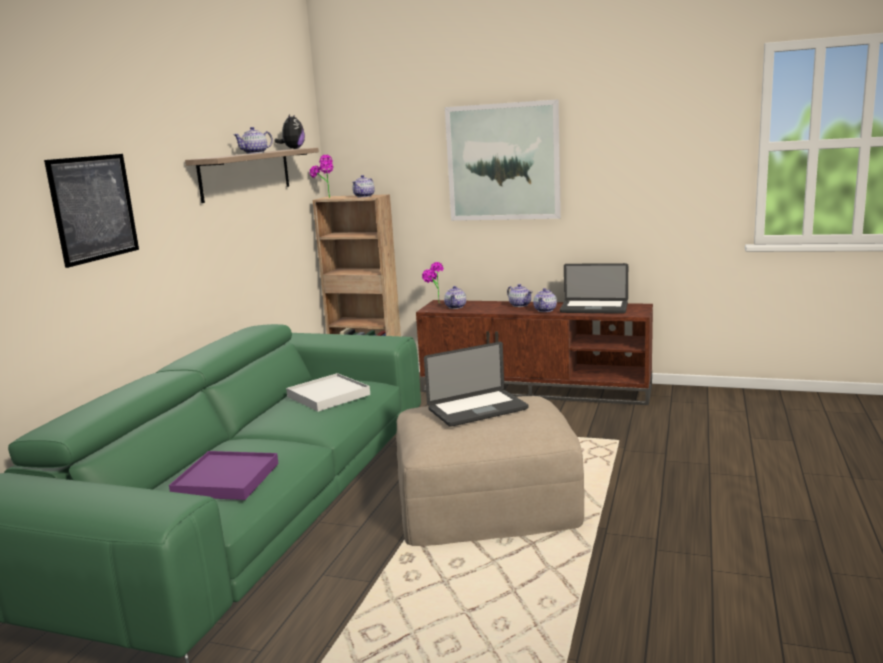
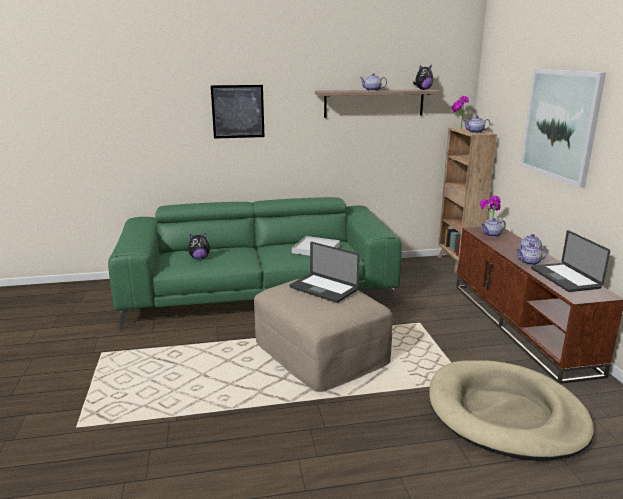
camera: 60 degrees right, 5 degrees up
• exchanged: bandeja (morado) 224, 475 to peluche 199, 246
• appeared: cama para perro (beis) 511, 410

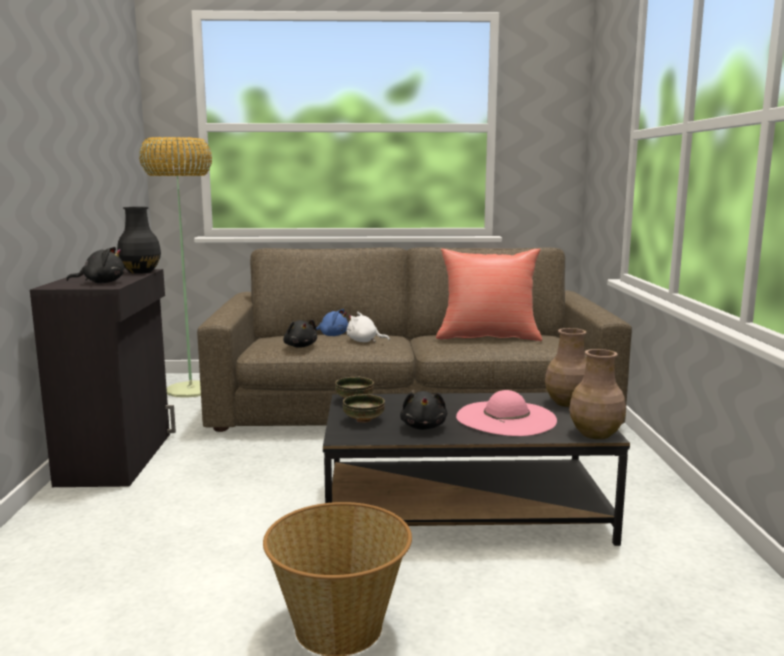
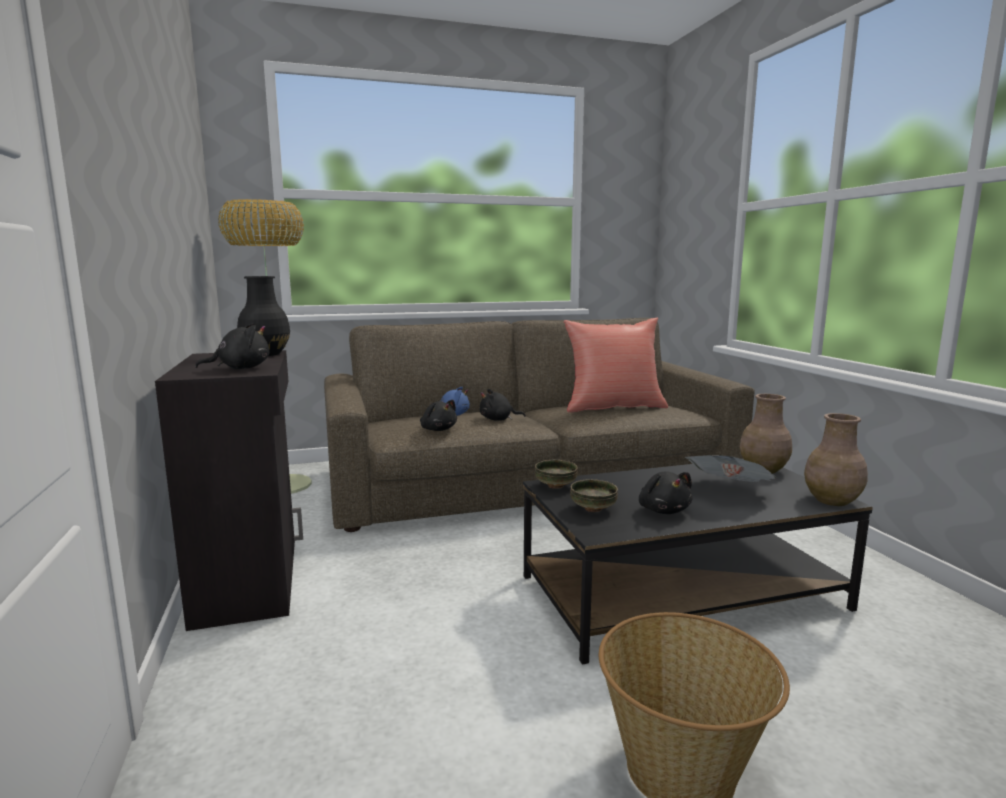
camera: 15 degrees left, 0 degrees up
• colour: peluche (blanco) 368, 327 to peluche (negro) 502, 405
• exchanged: sombrero (rosa) 506, 413 to periódico 731, 468

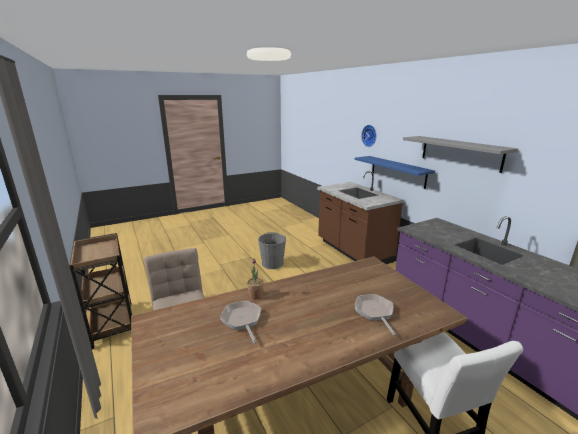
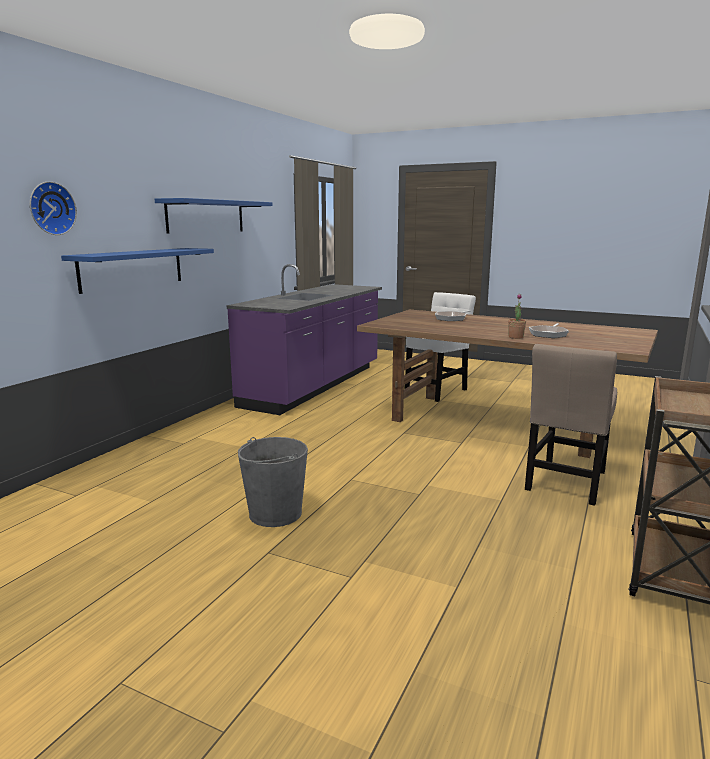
camera: 125 degrees left, 5 degrees down
• colour: estante (gris) 460, 154 to estante (azul) 213, 215
• missing: mueble bajo de cocina (marrón) 360, 217

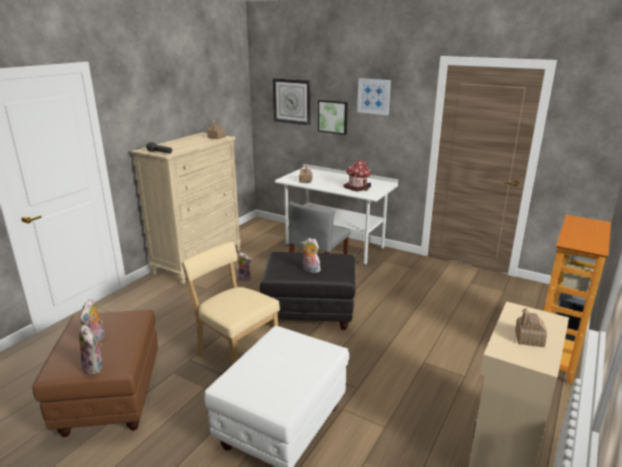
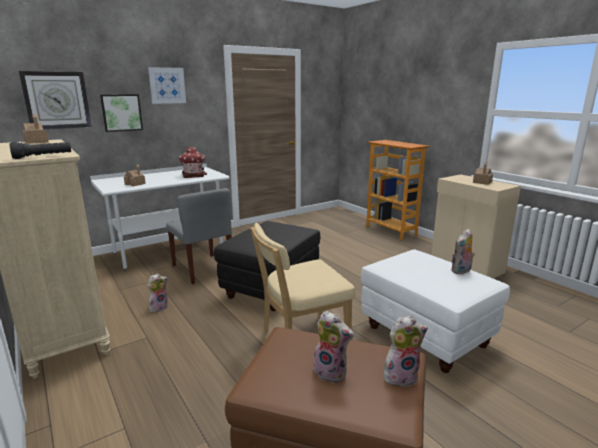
camera: 65 degrees left, 5 degrees down
• relocated: peluche 311, 255 to 463, 251

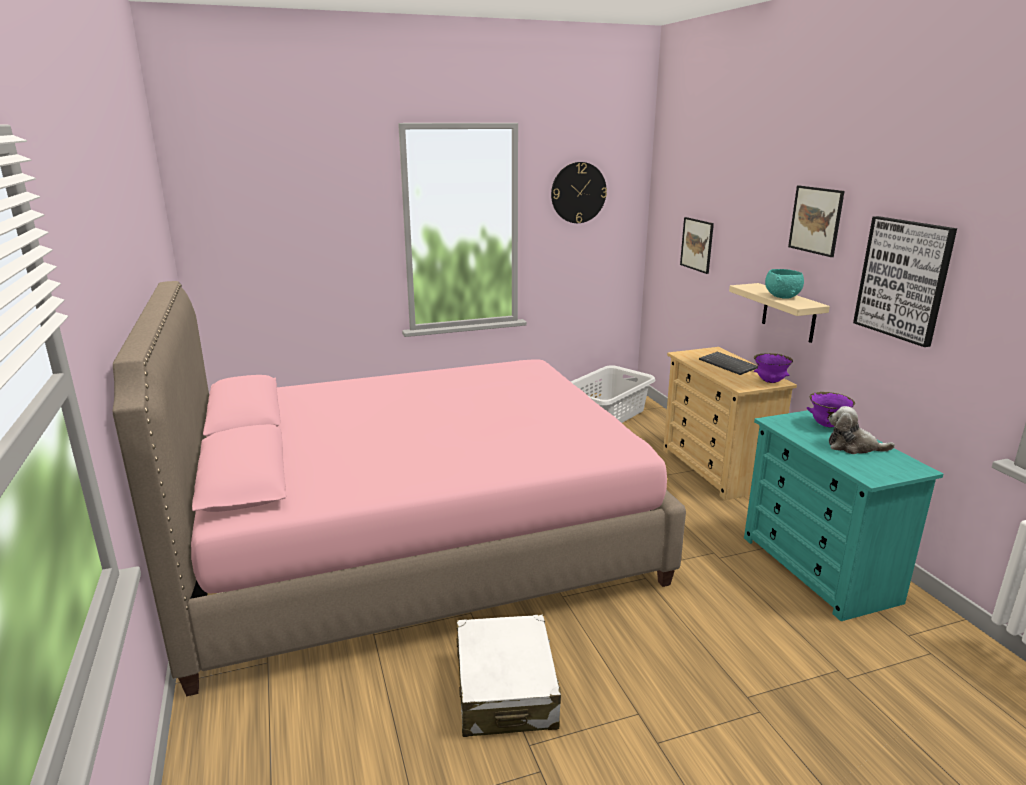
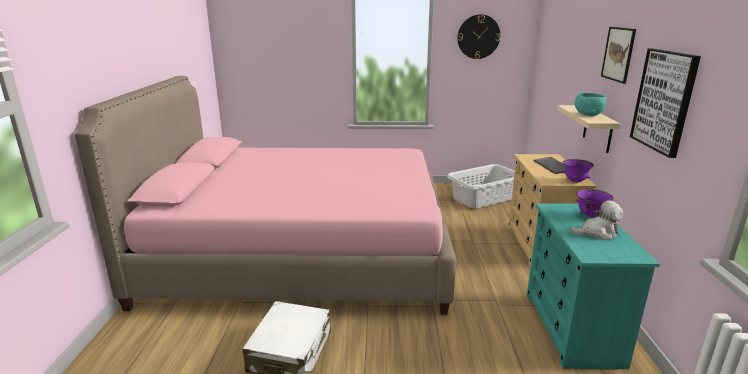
camera: 20 degrees right, 0 degrees up
• spun: peluche 862, 430 = 597, 220 135 degrees clockwise
• missing: cuadro 697, 245

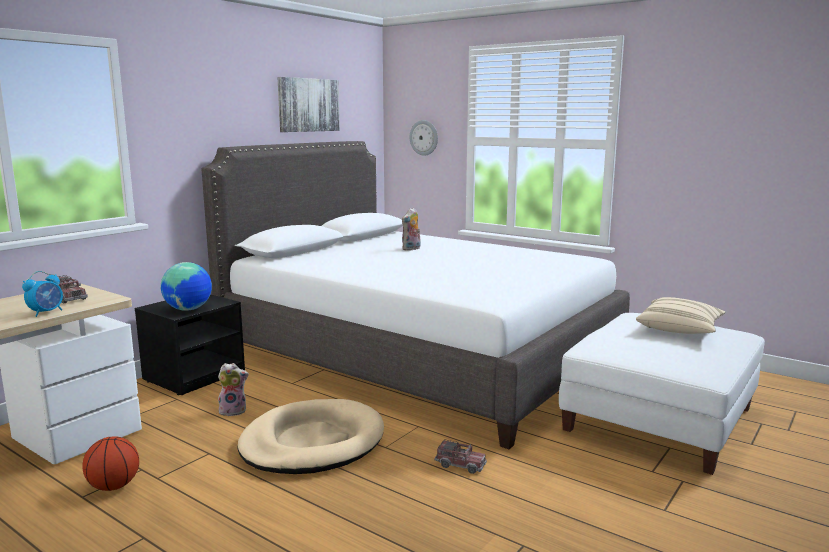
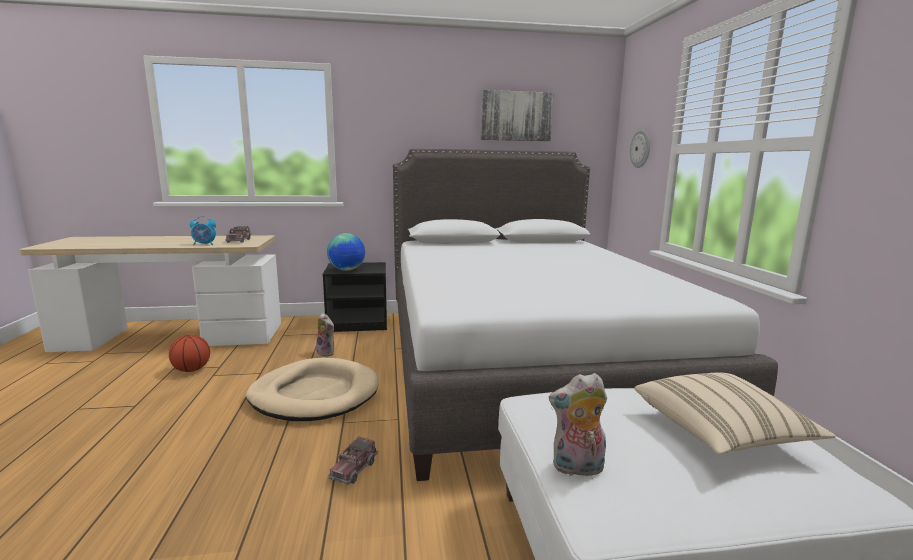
camera: 45 degrees right, 0 degrees up
• spun: camión de juguete 460, 456 = 353, 460 45 degrees clockwise
• relocated: peluche 411, 229 to 578, 424

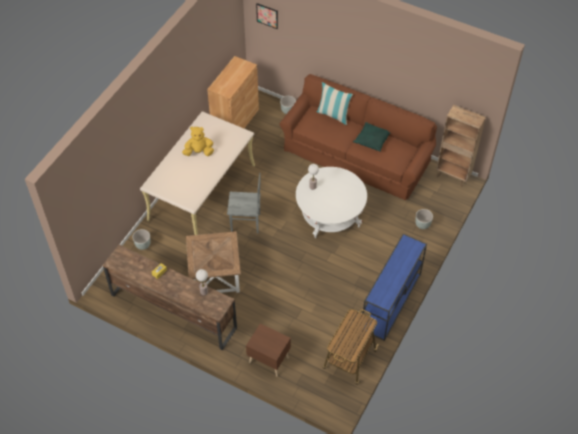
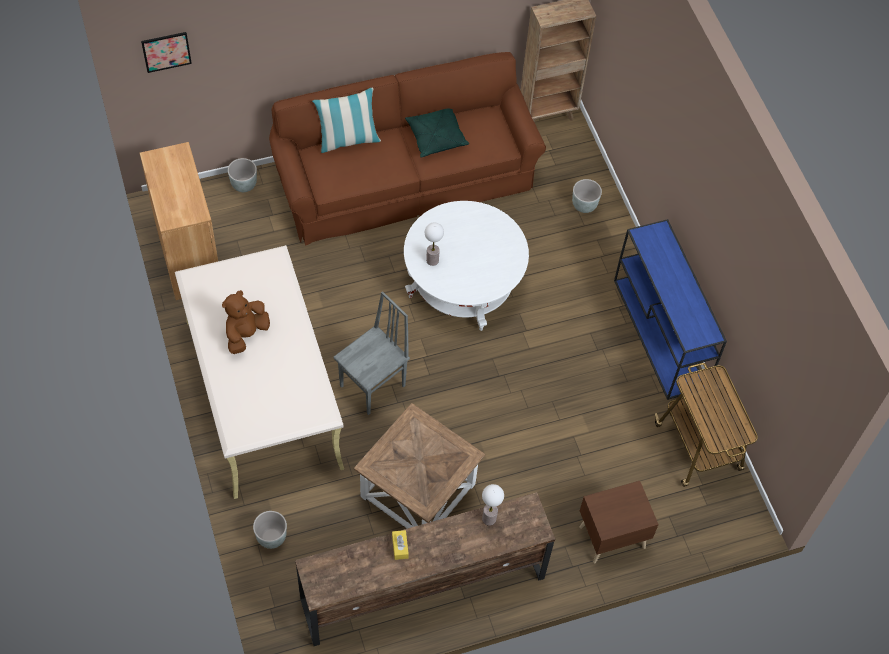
camera: 50 degrees left, 5 degrees up
• colour: peluche (amarillo) 198, 141 to peluche (marrón) 246, 322

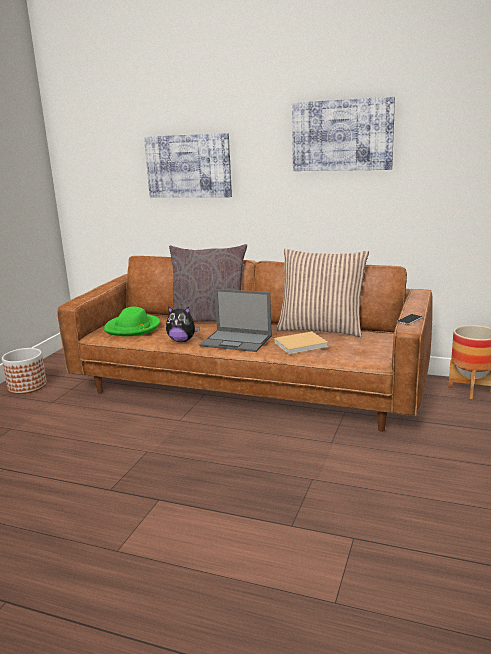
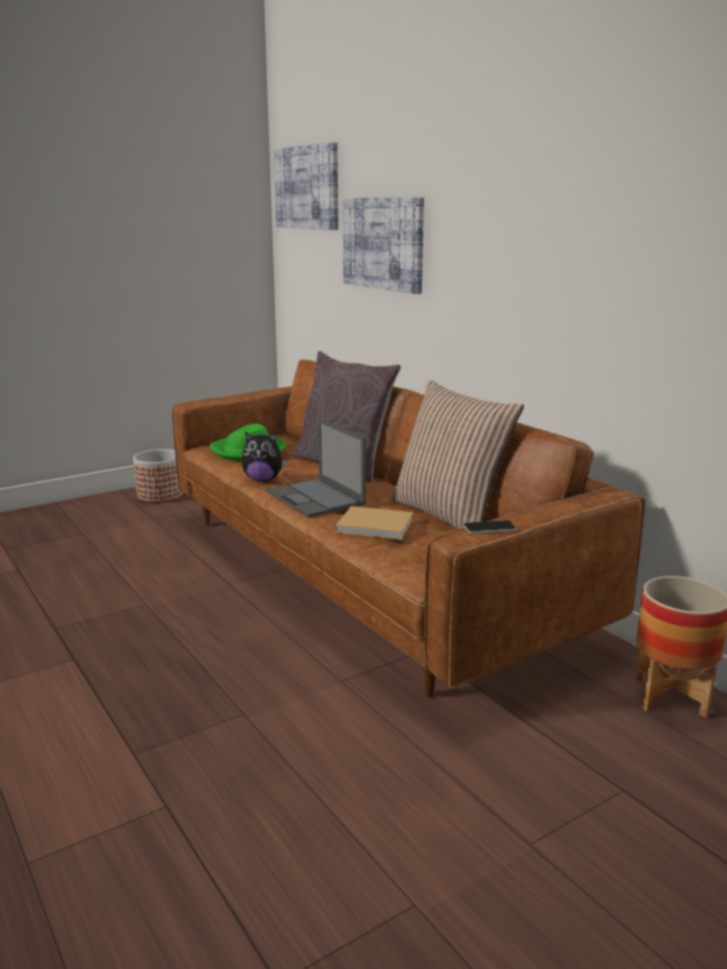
camera: 35 degrees right, 0 degrees up
• spun: peluche 183, 324 = 264, 457 45 degrees counterclockwise
• relocated: cuadro 343, 134 to 306, 186

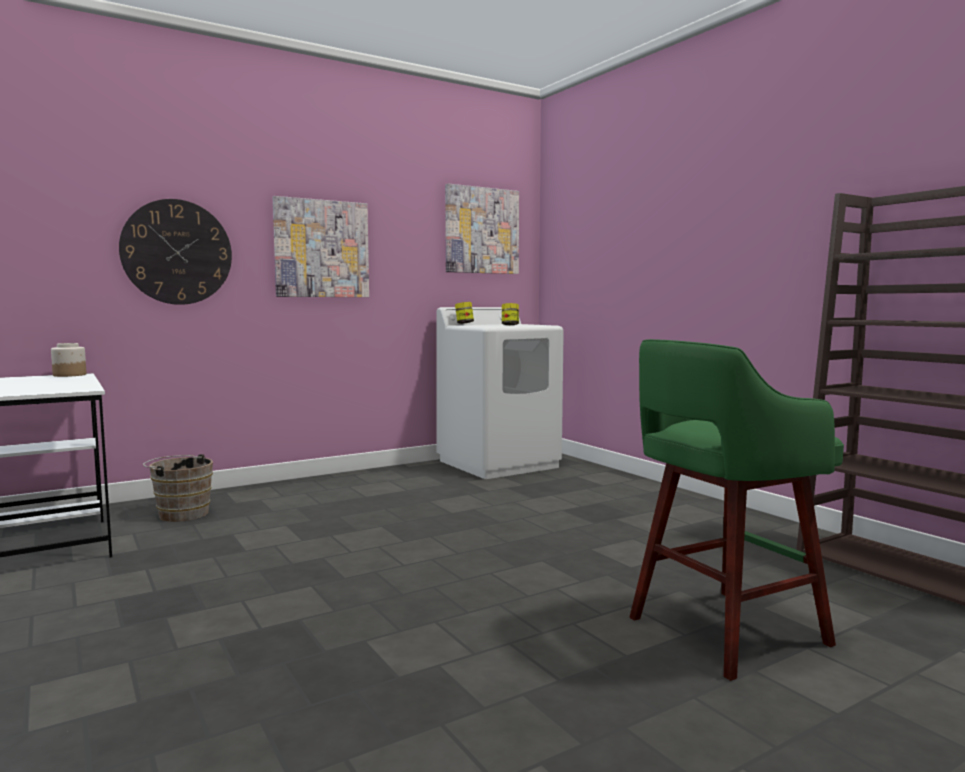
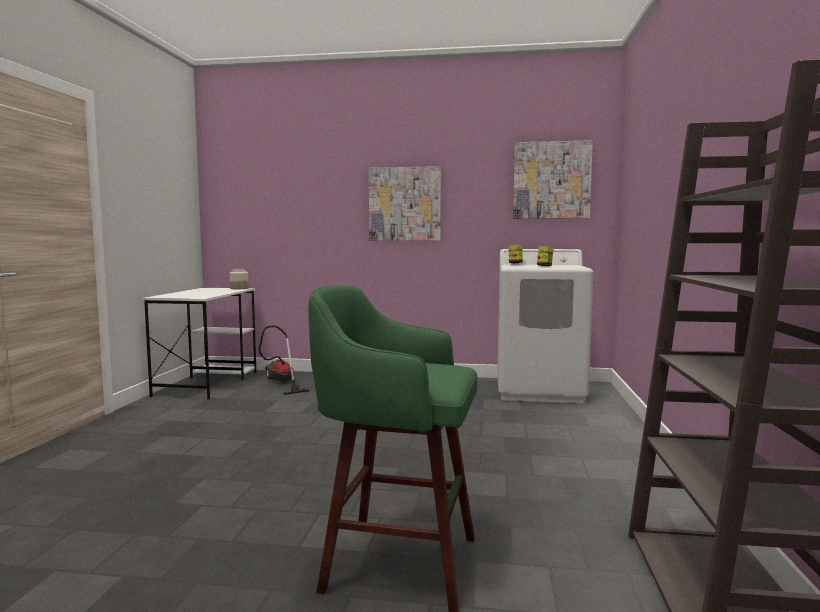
camera: 40 degrees right, 0 degrees up
• exchanged: cubo (marrón) 178, 488 to aspiradora 284, 360
• missing: reloj de pared 175, 252

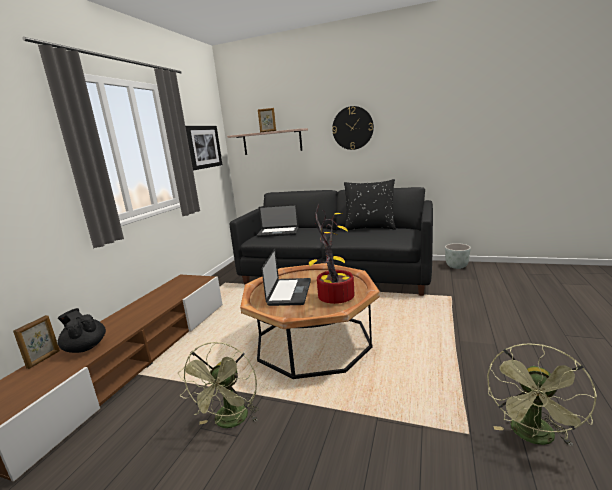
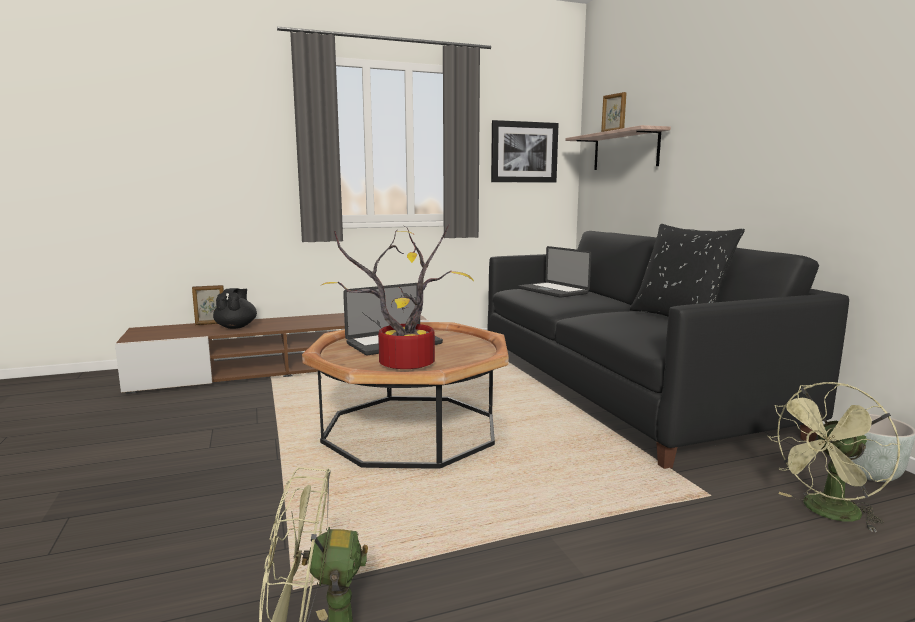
camera: 50 degrees right, 5 degrees down
• relocated: ventilador (verde) 218, 385 to 834, 457
• missing: reloj de pared 353, 128

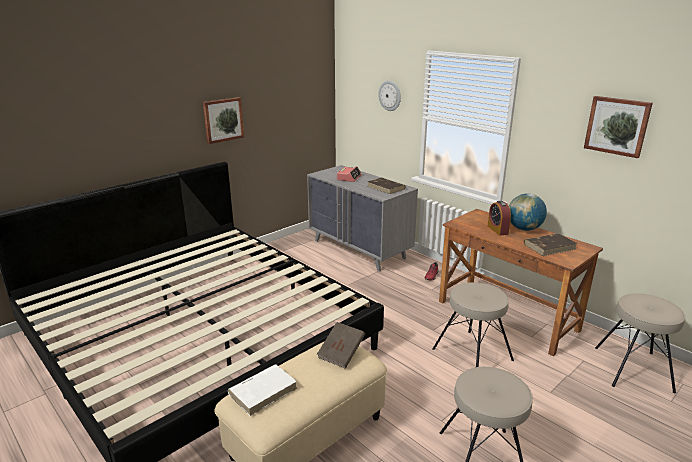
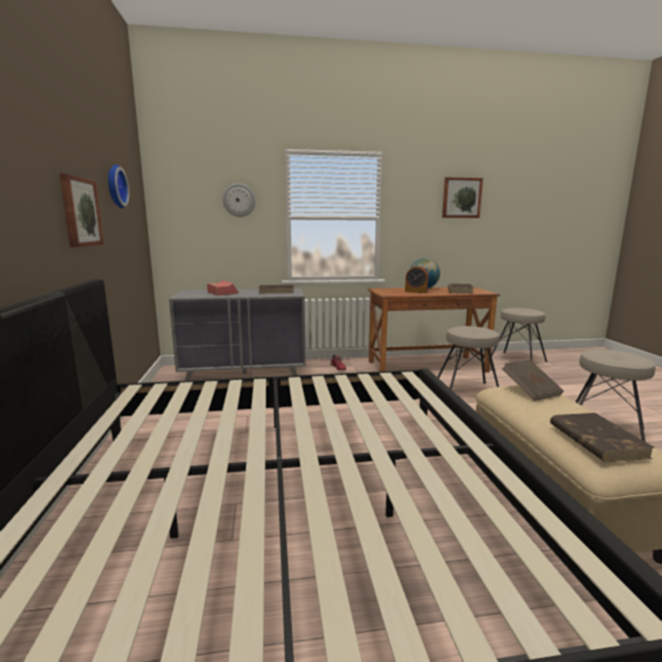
camera: 55 degrees left, 10 degrees down
• appeared: reloj de pared 118, 186
• colour: libro (blanco) 262, 390 to libro (marrón) 602, 437

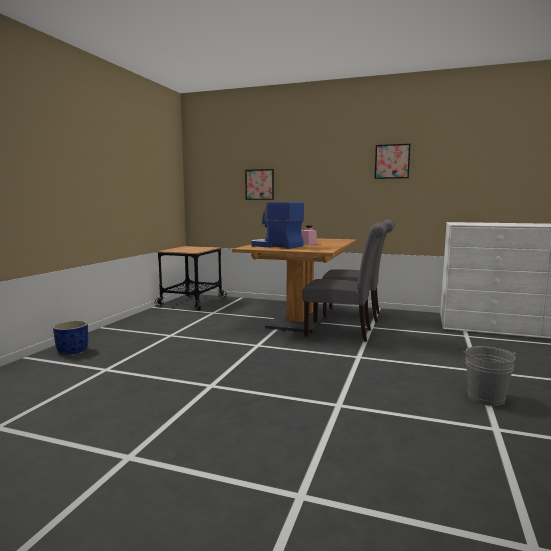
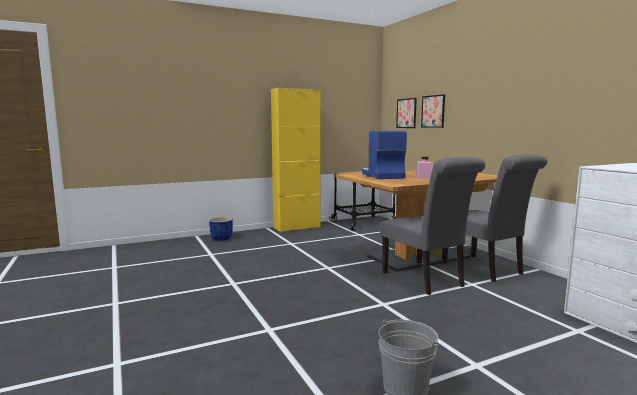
camera: 45 degrees right, 0 degrees up
• appeared: armario (amarillo) 296, 160
• relocated: cuadro 393, 161 to 406, 113

